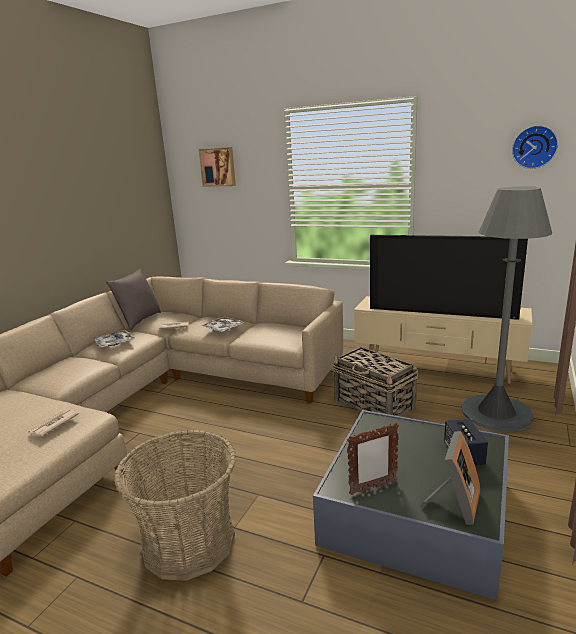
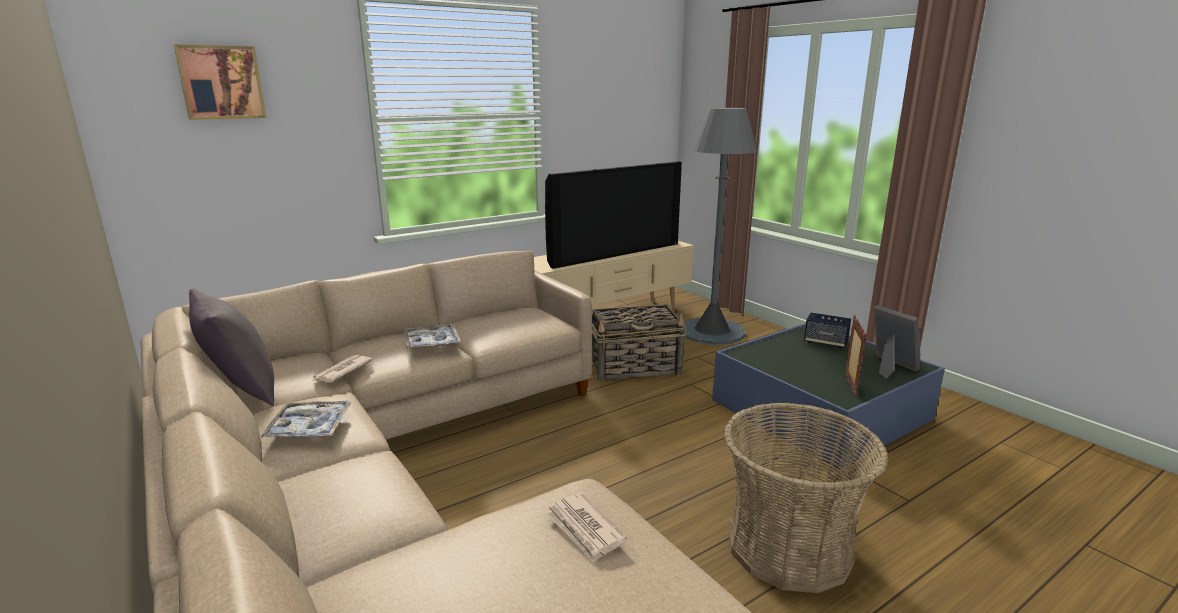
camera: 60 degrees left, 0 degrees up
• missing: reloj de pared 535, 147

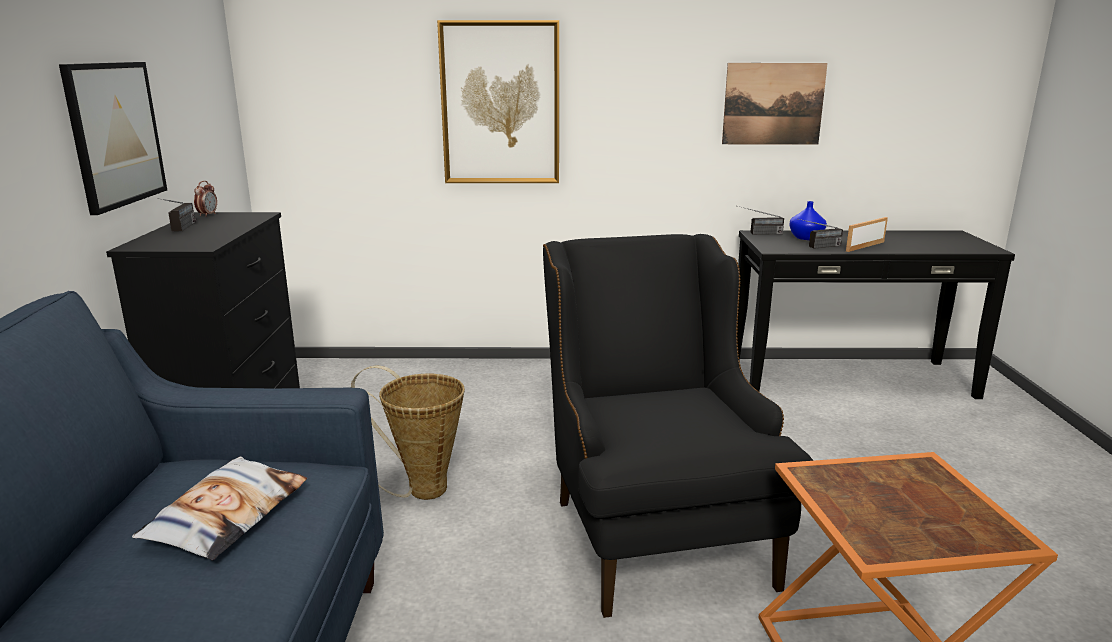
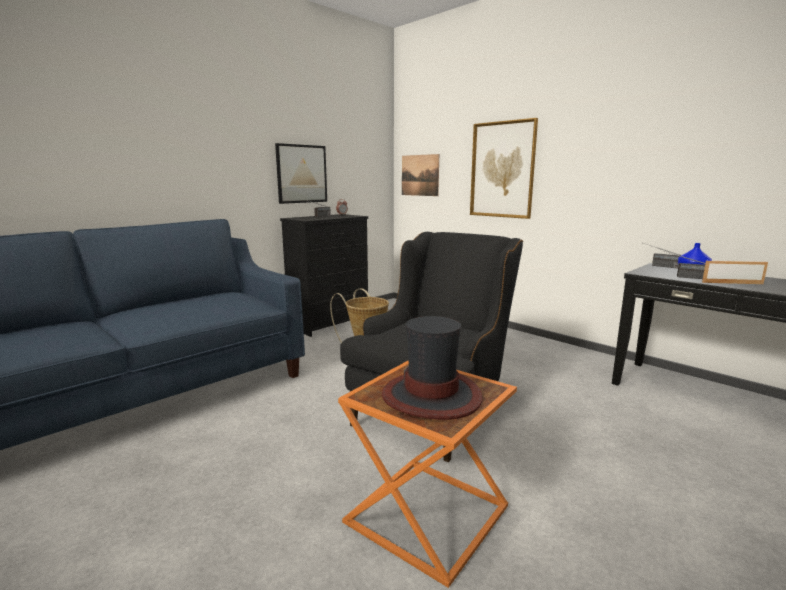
camera: 45 degrees right, 5 degrees down
• appeared: sombrero 432, 368
• relocated: cuadro 775, 103 to 420, 175
• missing: cojín 219, 509

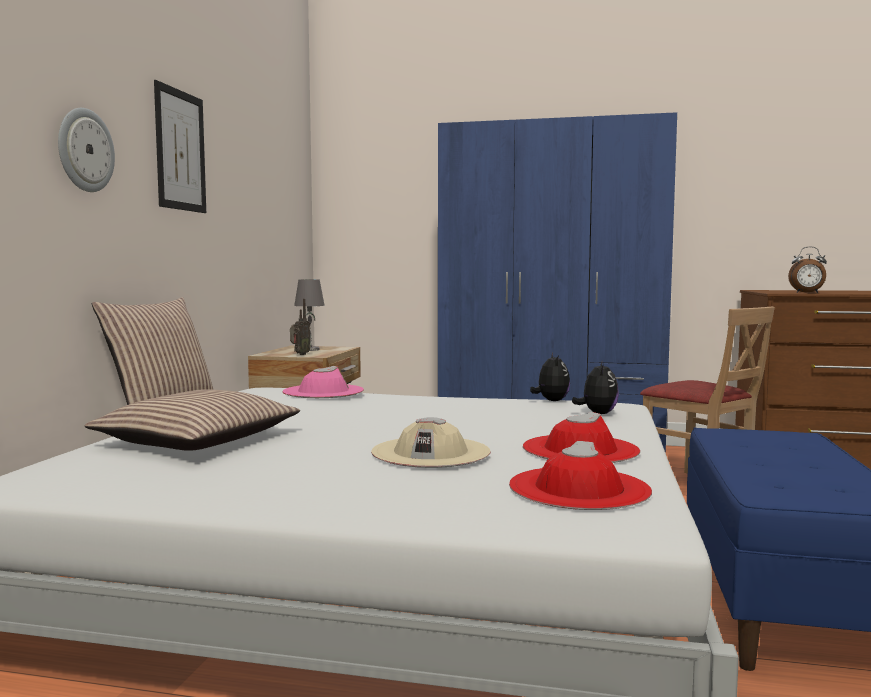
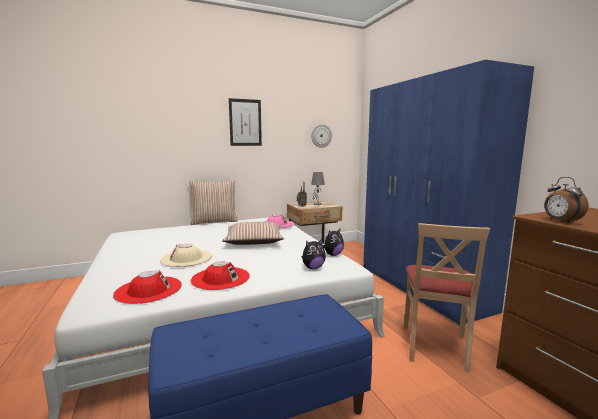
camera: 55 degrees right, 5 degrees up
• relocated: cojín 192, 420 to 253, 233
• relocated: reloj de pared 86, 150 to 321, 136

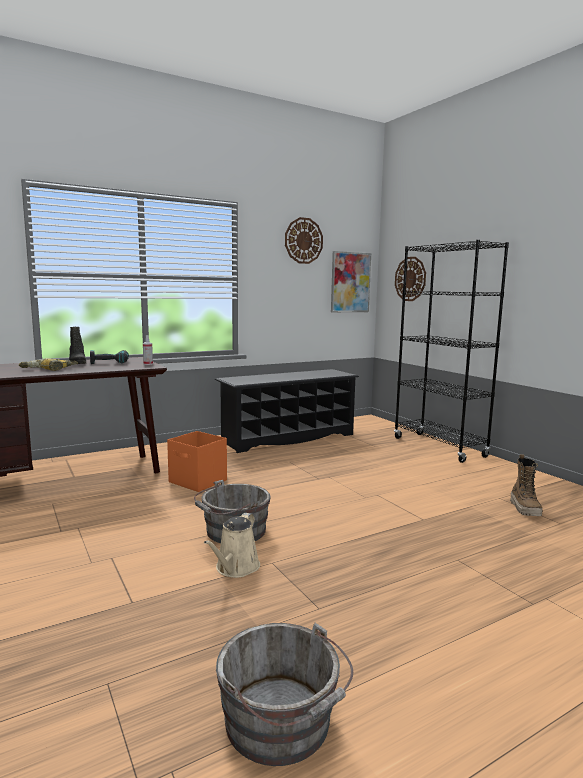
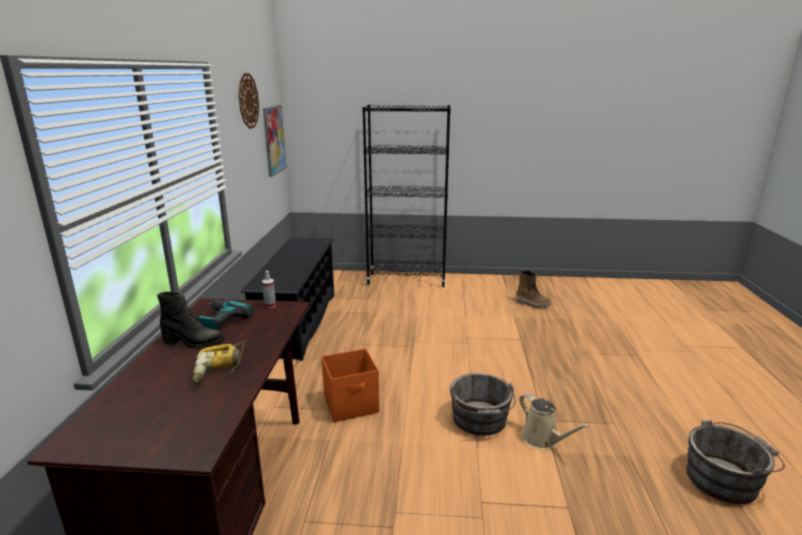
camera: 55 degrees left, 10 degrees up
• missing: reloj de pared 410, 279

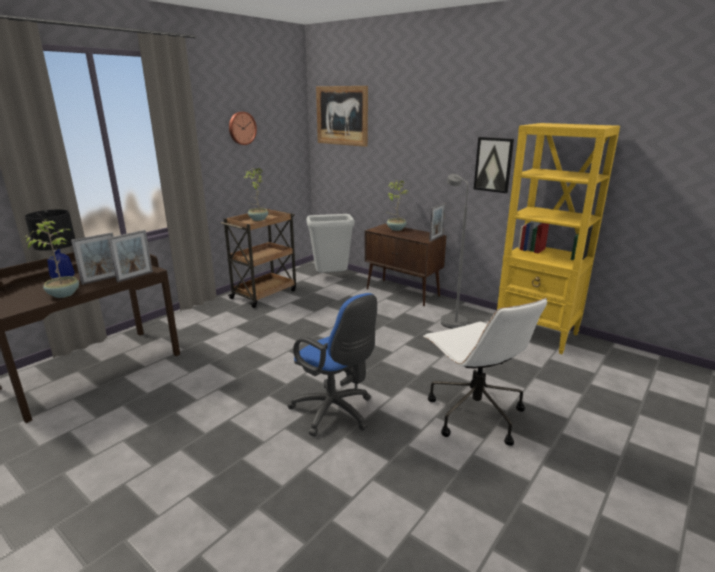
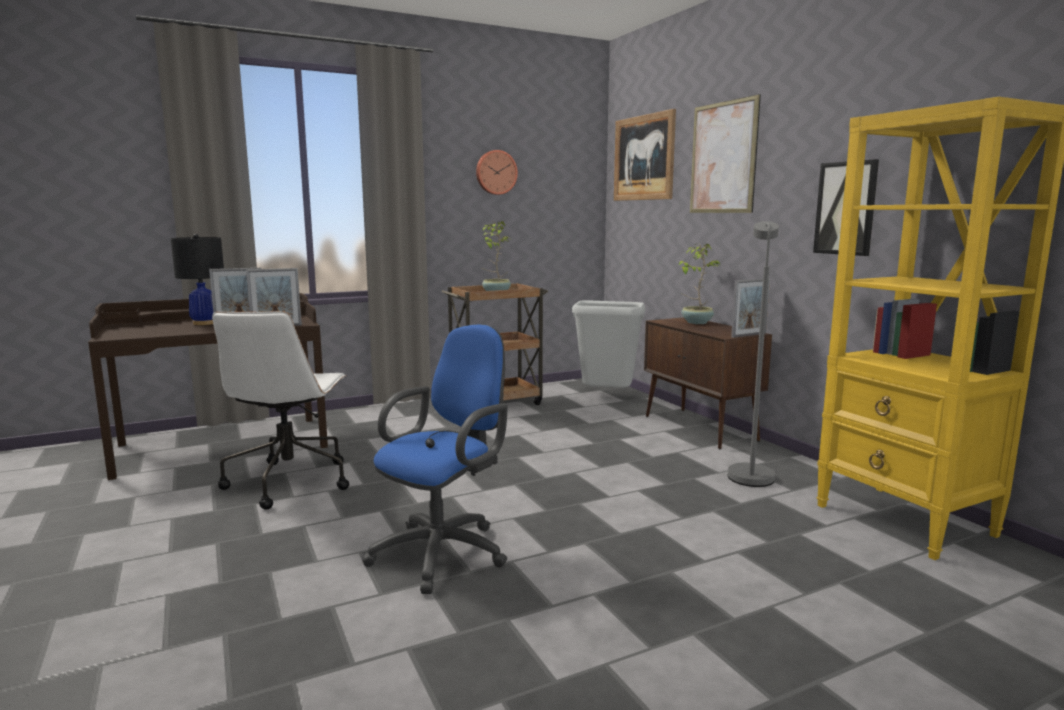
camera: 25 degrees right, 10 degrees down
• relocated: silla de oficina (blanco) 485, 372 to 280, 410
• spun: silla de oficina (azul) 332, 364 = 435, 459 120 degrees counterclockwise
• appeared: cuadro 725, 153
• missing: planta en maceta 51, 258

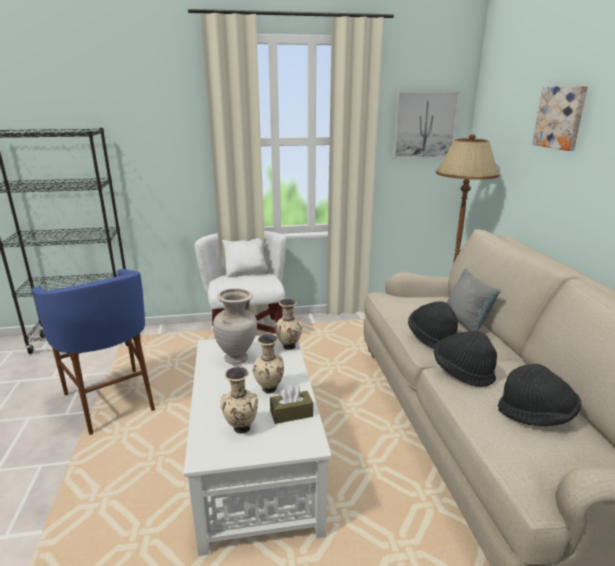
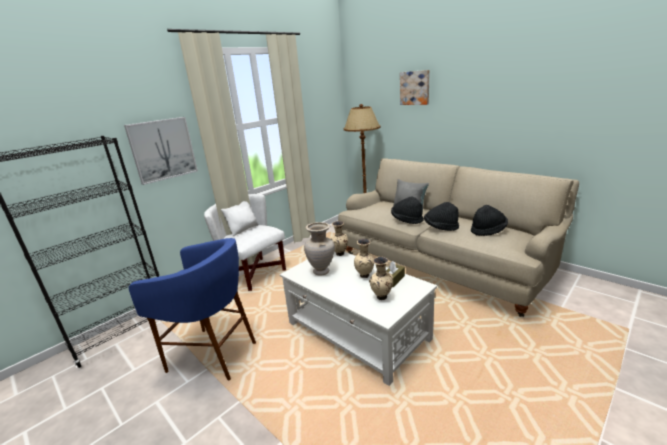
camera: 35 degrees left, 0 degrees up
• relocated: cuadro 426, 125 to 161, 151

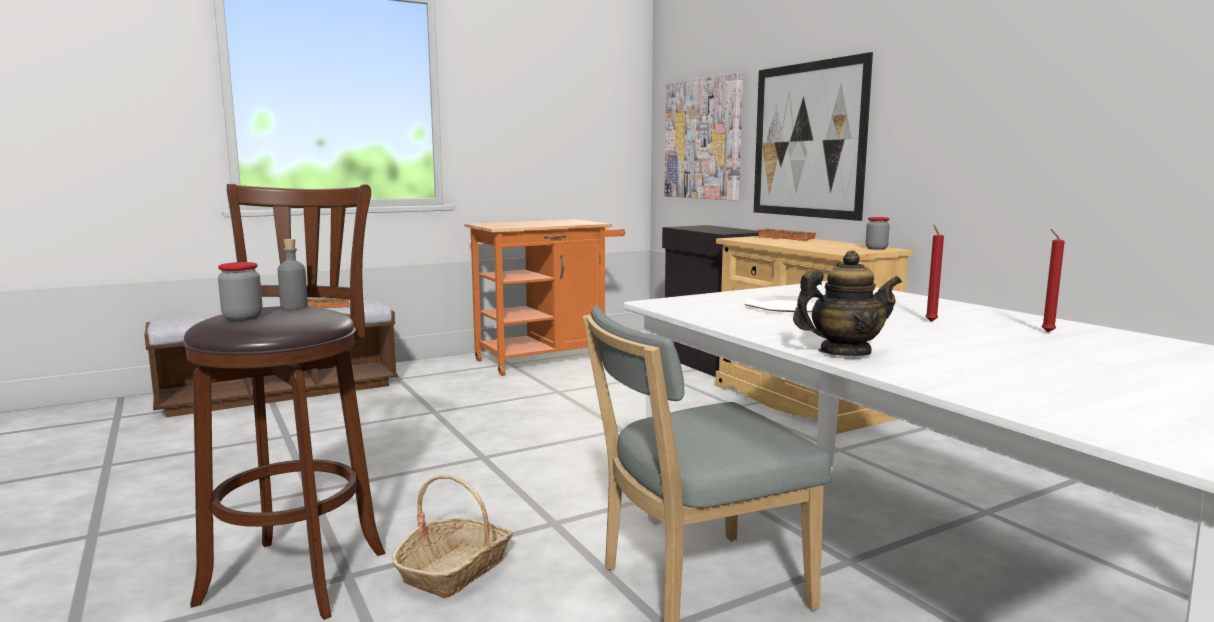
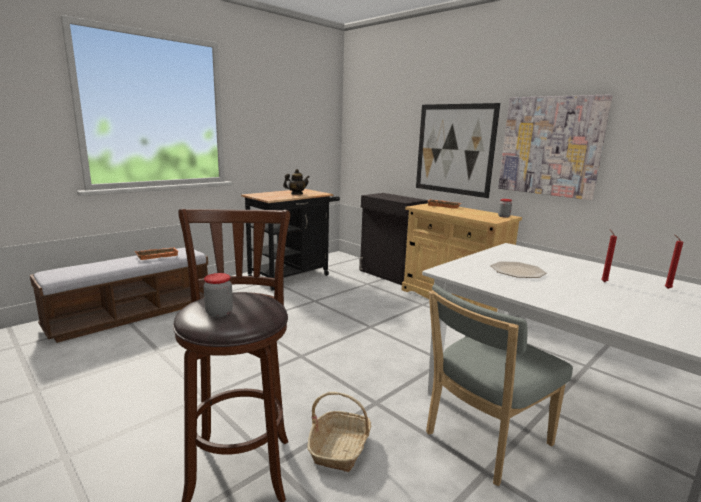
camera: 15 degrees left, 5 degrees up
• colour: carrito (naranja) 544, 297 to carrito (negro) 290, 240
• relocated: tetera 847, 303 to 296, 182
• relocated: cuadro 704, 136 to 555, 147
• missing: botella (gris) 293, 274

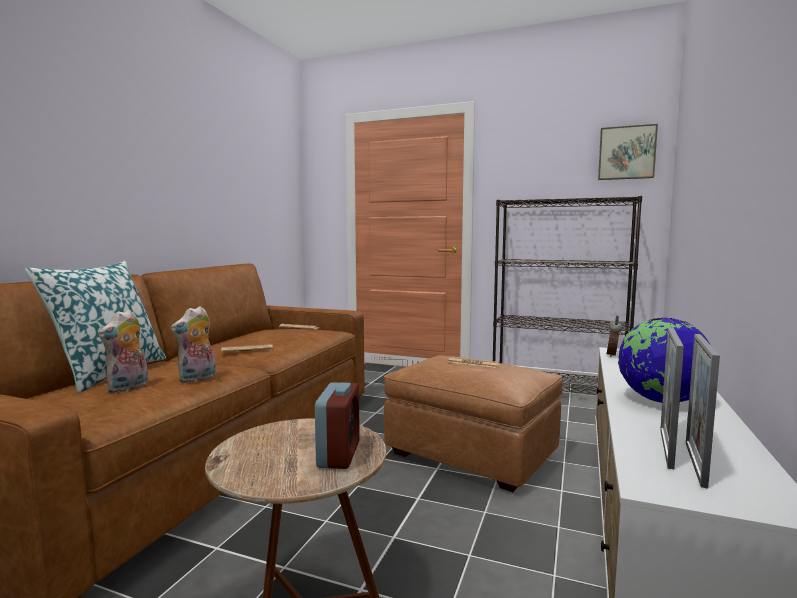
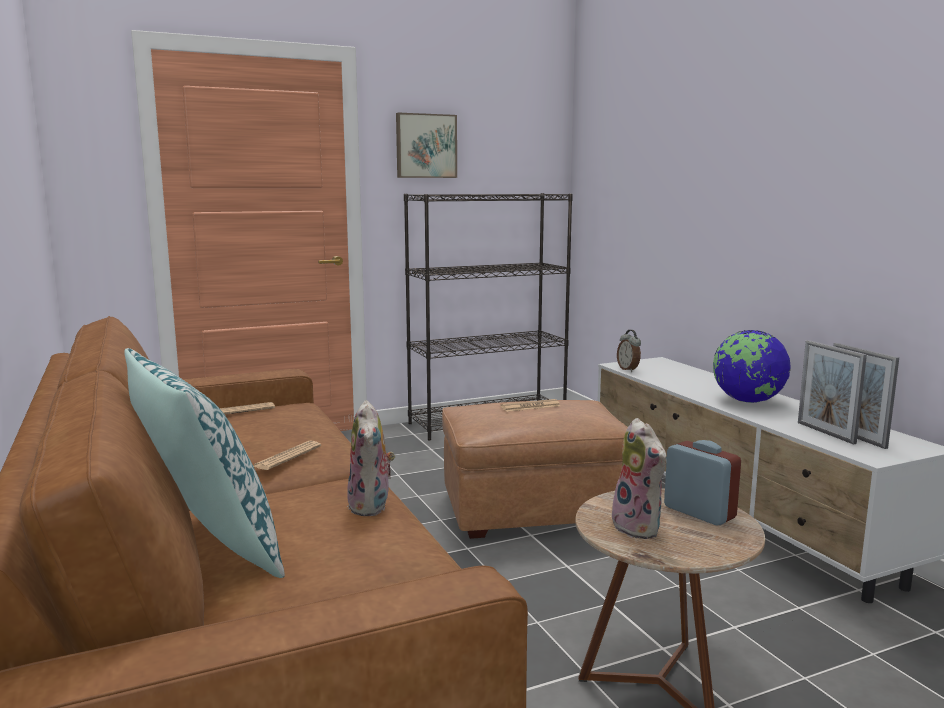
camera: 45 degrees left, 5 degrees up
• relocated: cuadro 628, 152 to 426, 145
• relocated: peluche 123, 351 to 639, 478

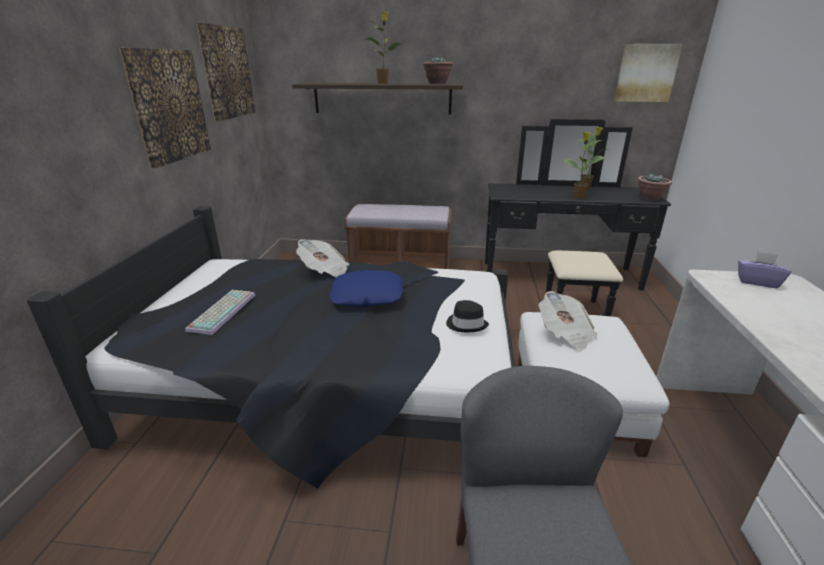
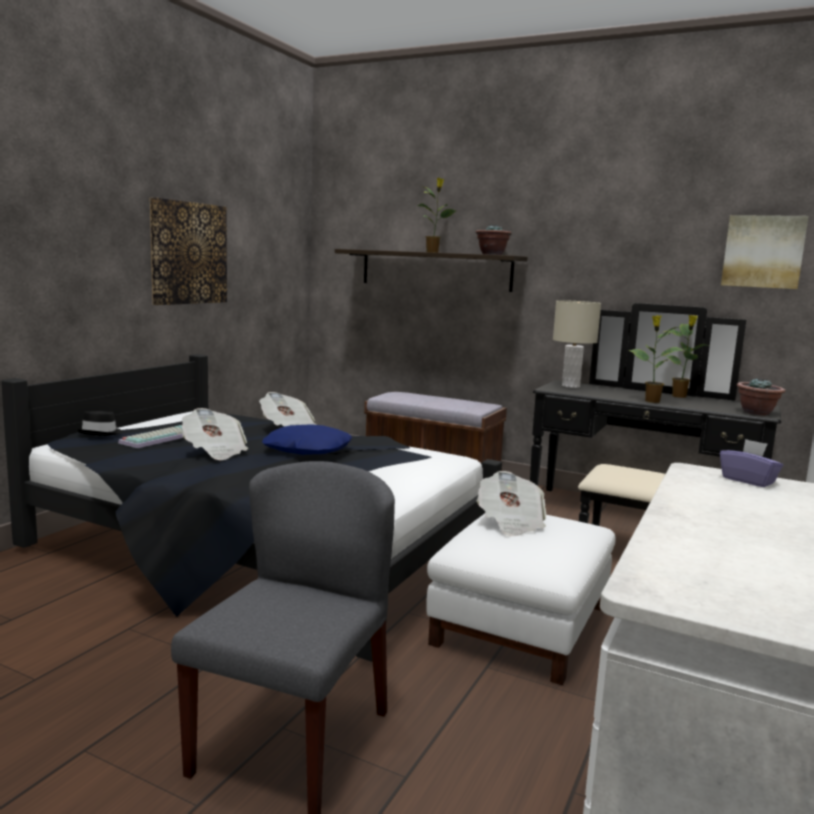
camera: 20 degrees right, 15 degrees down
• relocated: sombrero (negro) 467, 316 to 100, 423
• appeared: periódico 215, 434
• appeared: lámpara de mesa (beis) 577, 344
• missing: cuadro 226, 72

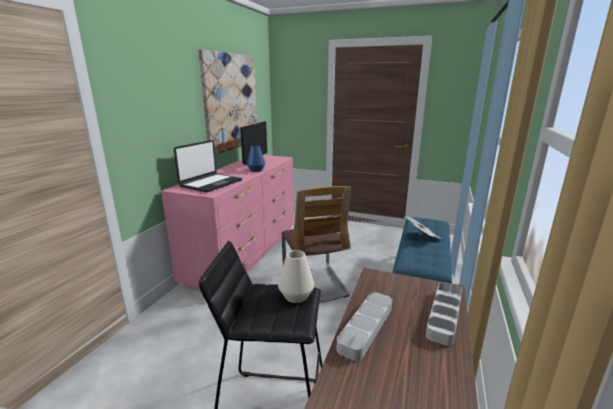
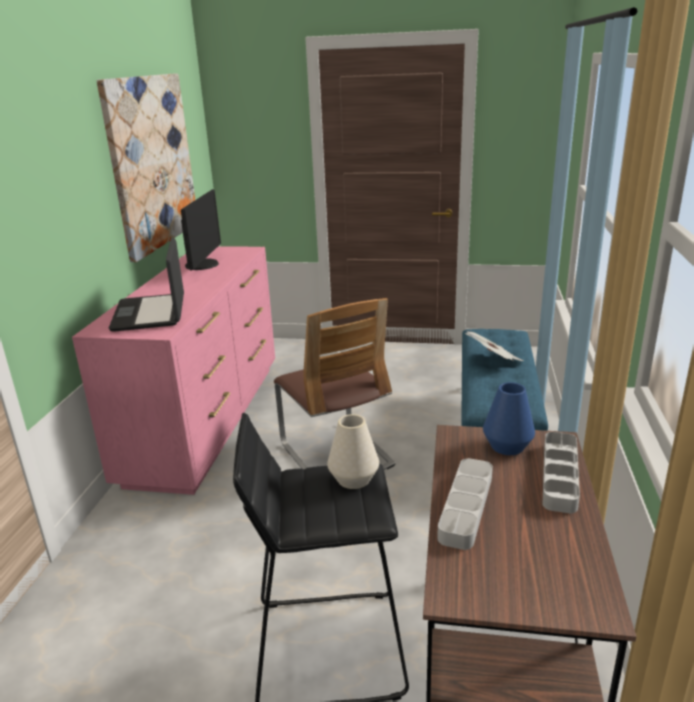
camera: 10 degrees left, 5 degrees up
• spun: portátil 208, 166 = 146, 284 150 degrees clockwise
• relocated: florero (azul) 256, 159 to 509, 418

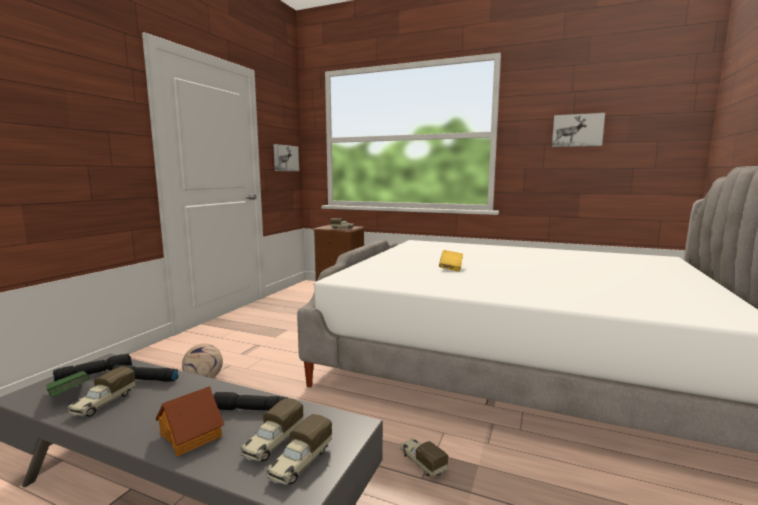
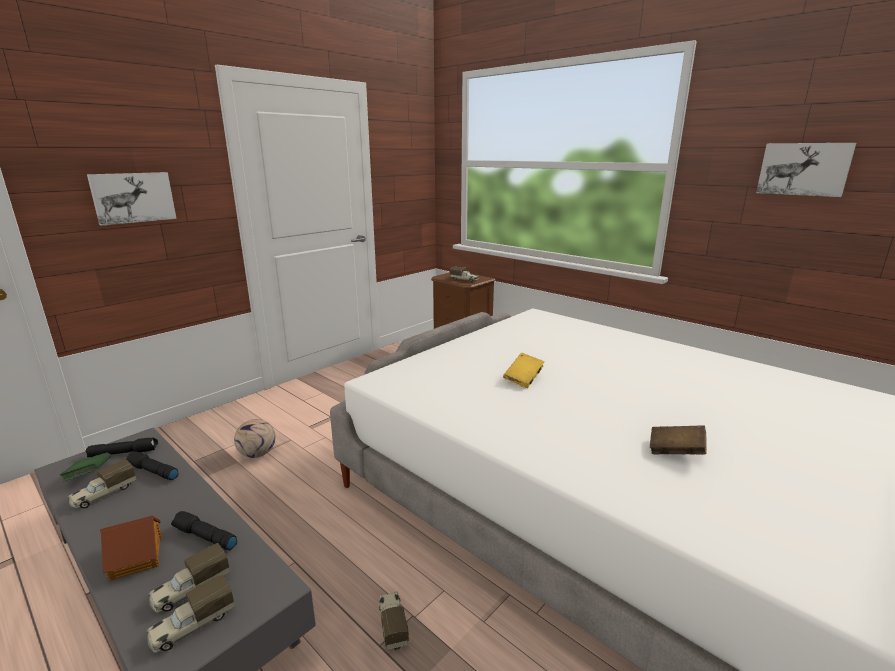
camera: 20 degrees right, 10 degrees up
• relocated: cuadro 286, 157 to 132, 199
• appeared: libro (marrón) 678, 440

